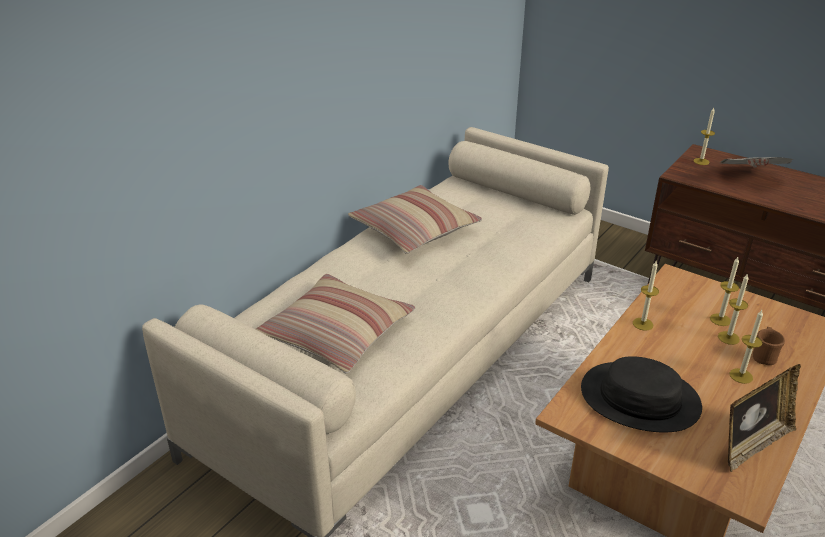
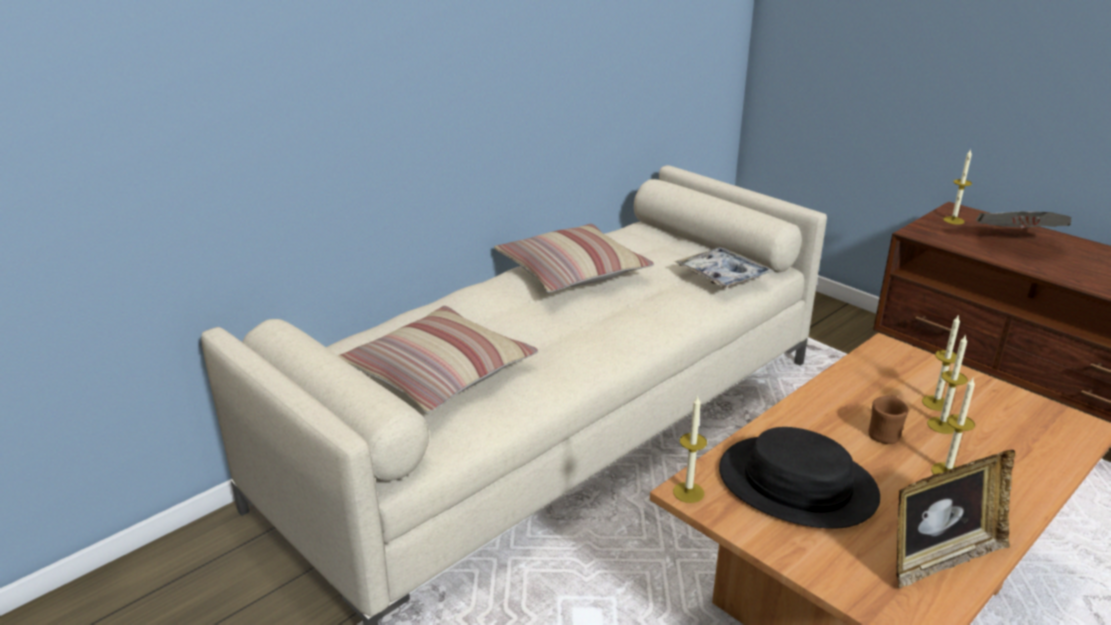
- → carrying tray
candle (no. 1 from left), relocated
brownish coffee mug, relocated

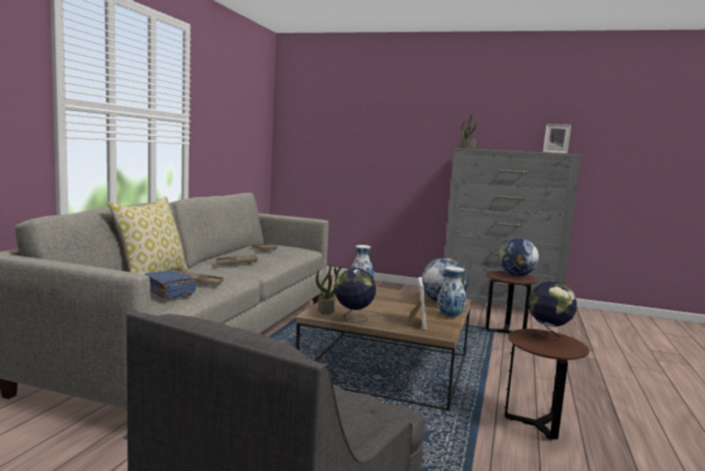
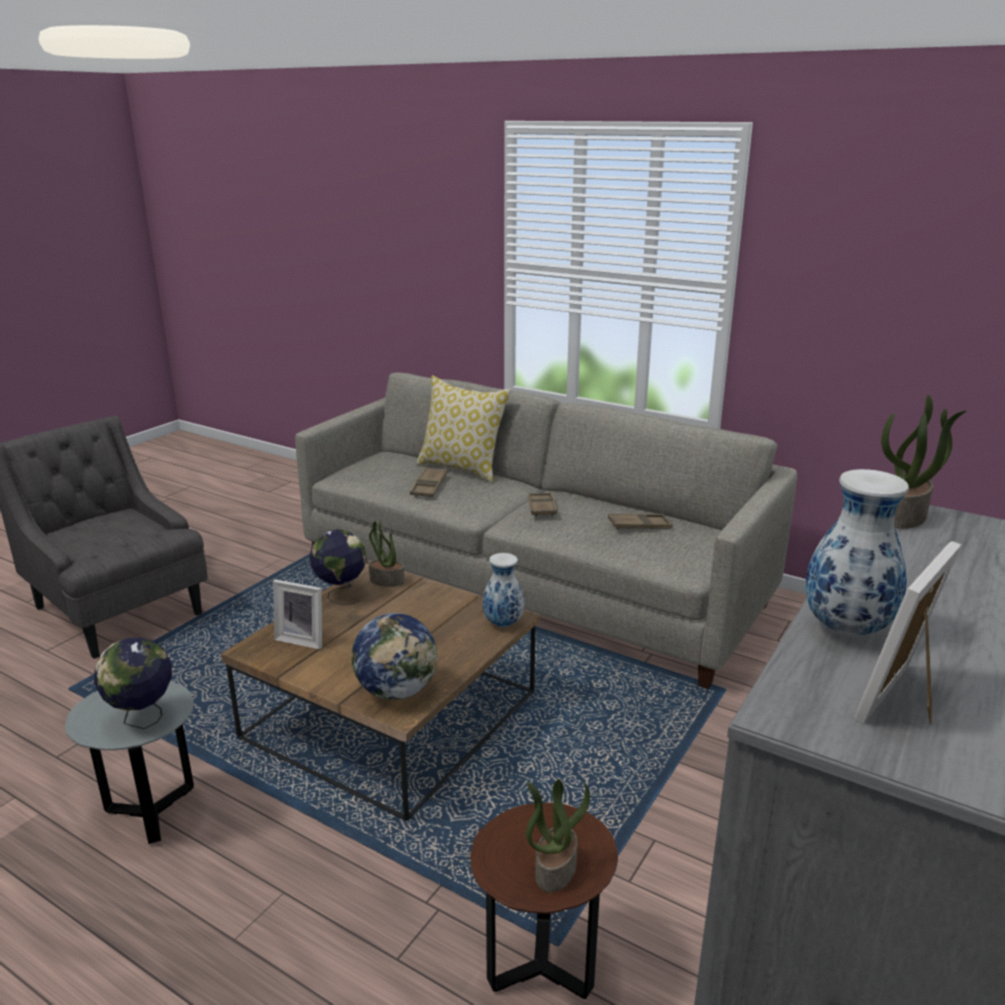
bluish bound book → -
vase (no. 2 from left), relocated
desk globe (no. 3 from left) → houseplant (no. 2 from left)
brownish end table (no. 2 from left) → grey end table

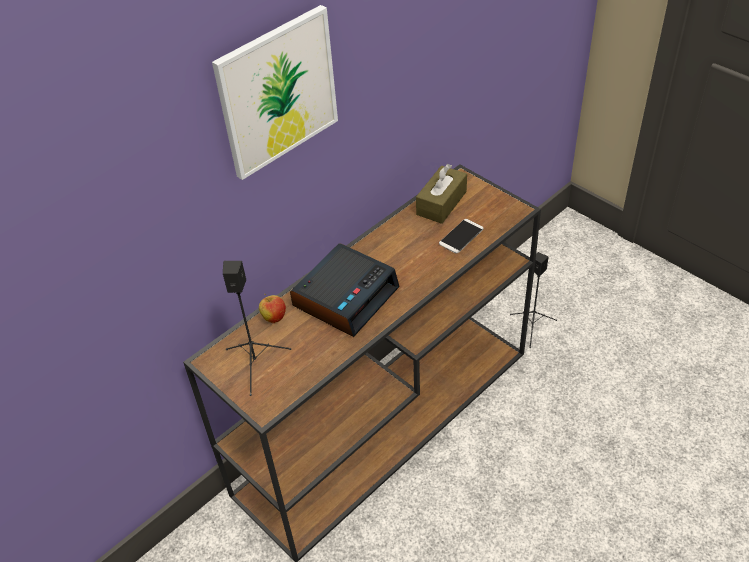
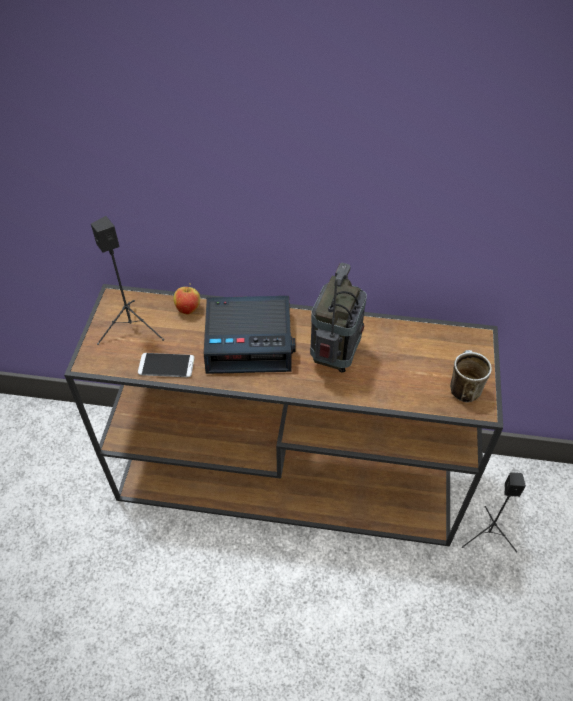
wall art → -
brownish box of tissues → -
- → radio receiver
- → coffee mug
phone, relocated

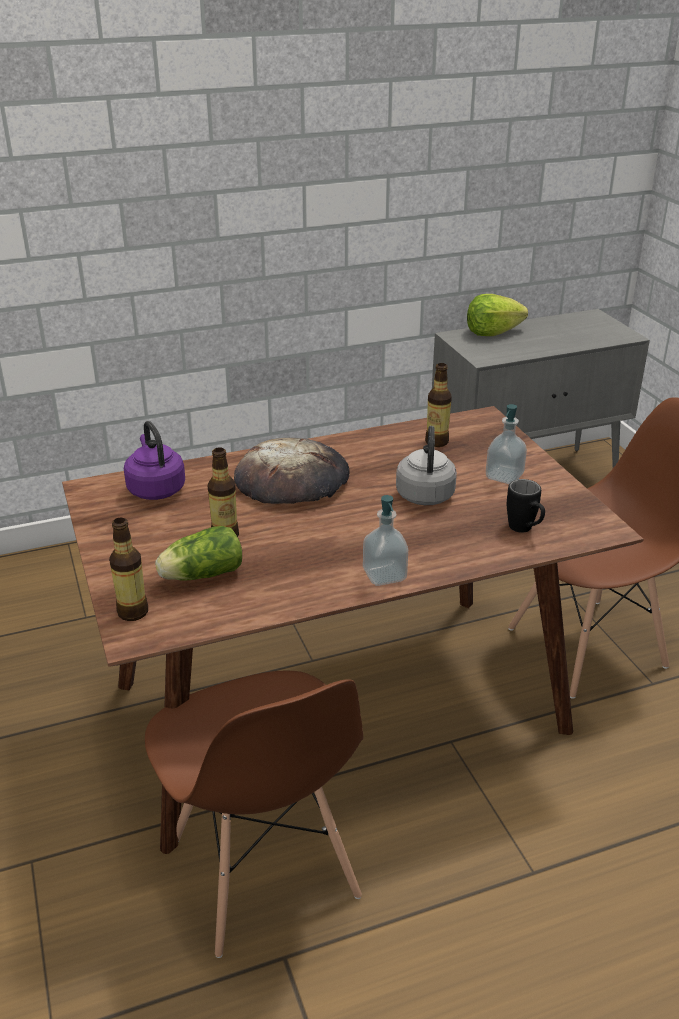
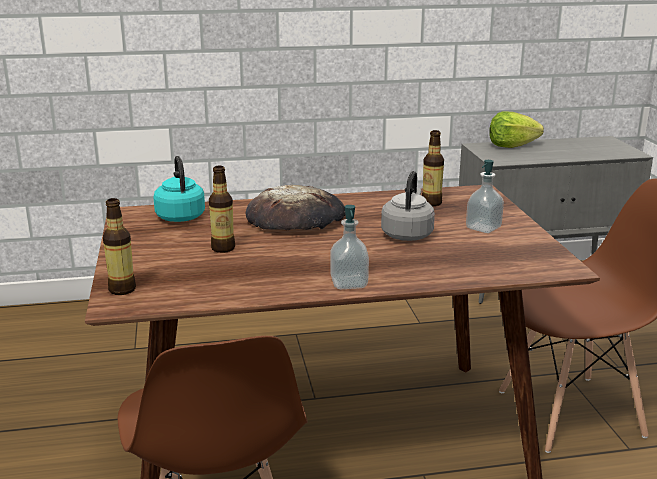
lettuce (no. 1 from left) → -
black-coloured coffee mug → -
purplish water kettle → blue-green water kettle

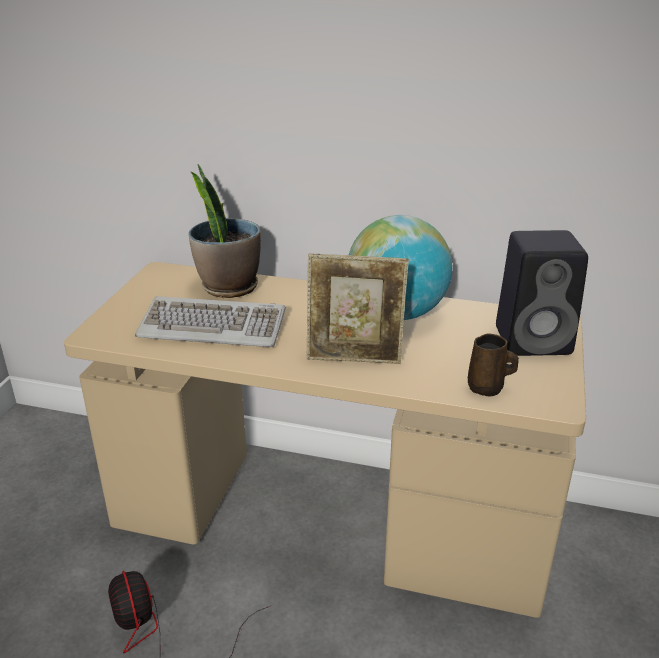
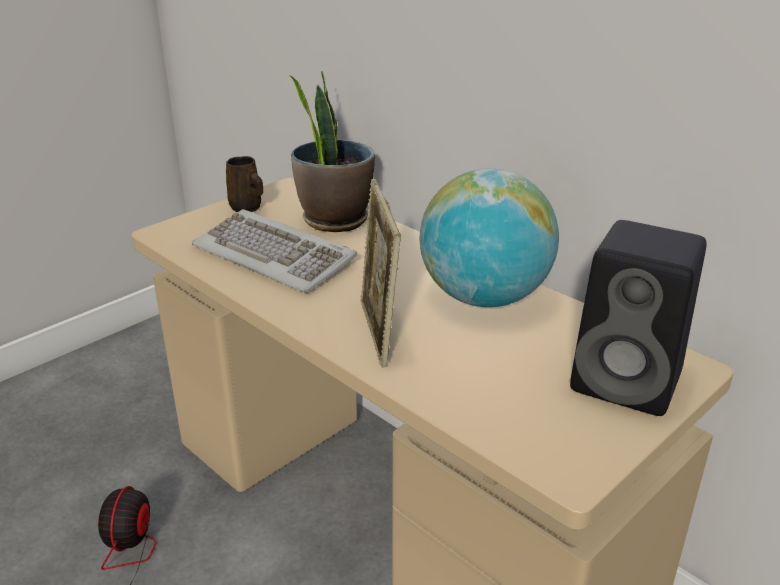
brownish coffee mug, relocated
standing frame, 45 degrees clockwise

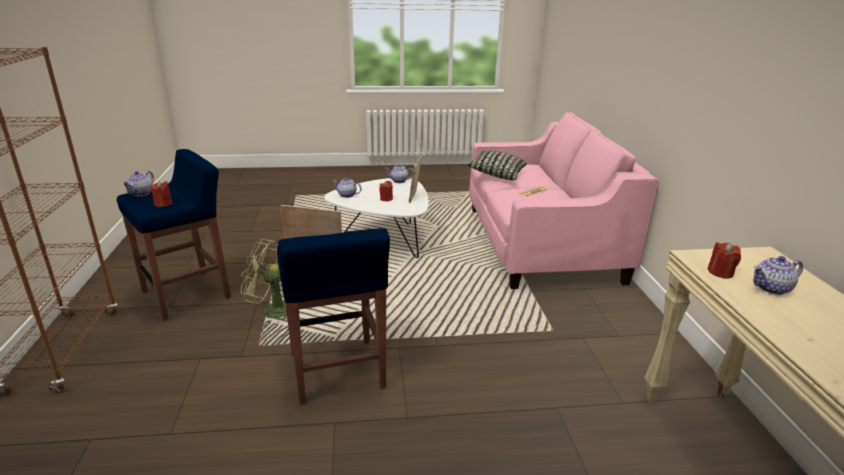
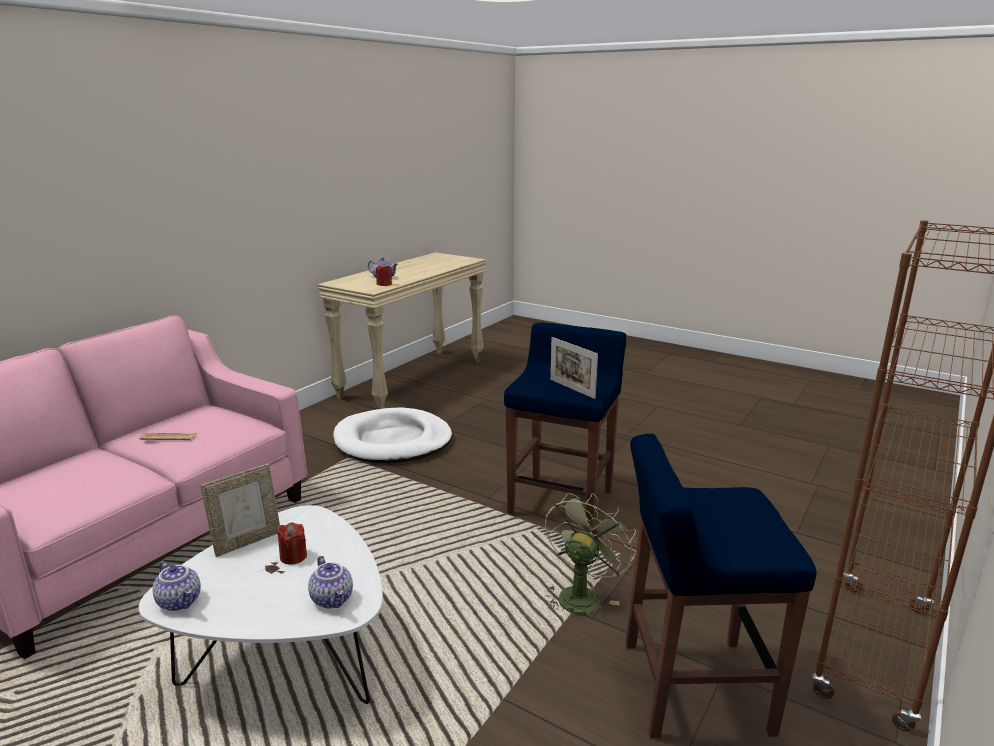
pot for tea (no. 1 from left) → -
reddish candle (no. 1 from left) → -
throw pillow → -
- → white-coloured pet bed
greenish cooling fan, 105 degrees counterclockwise

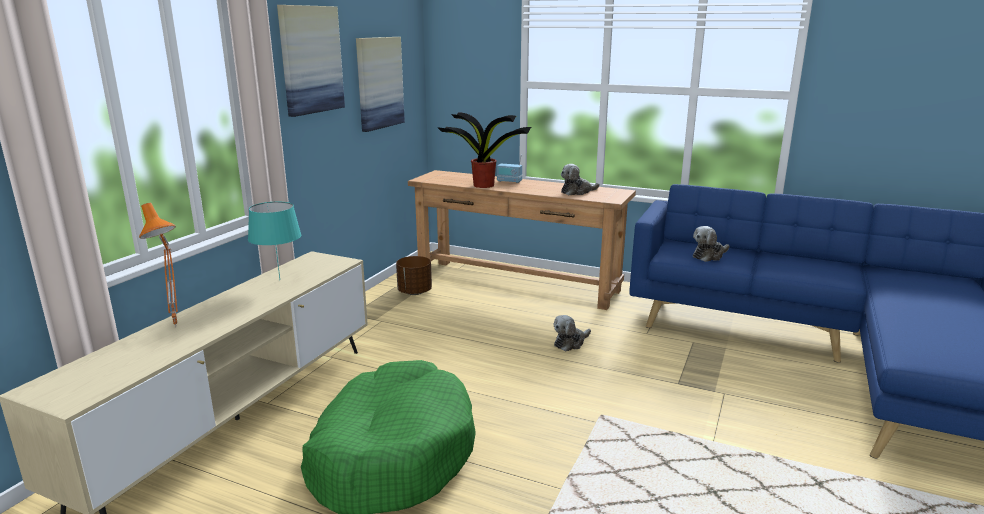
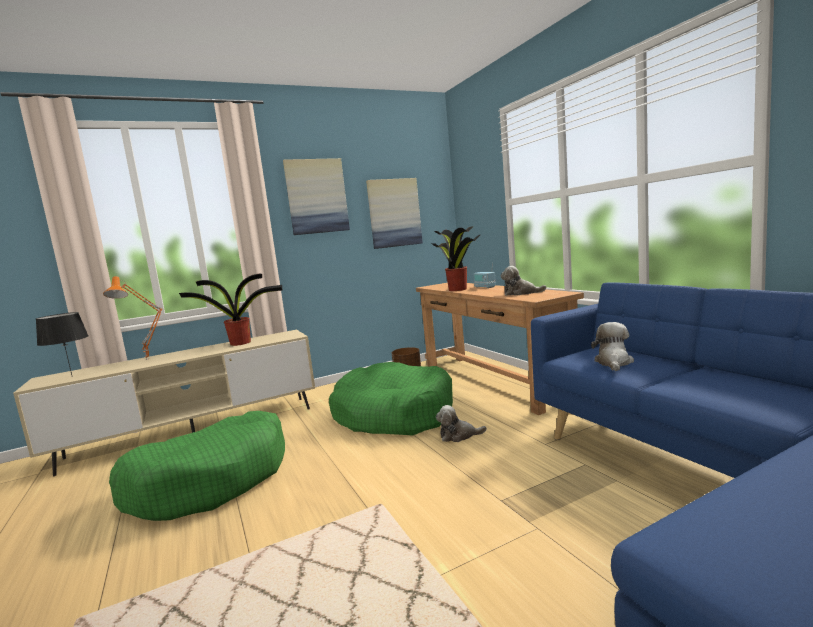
- → black-coloured tabletop lamp
- → greenish pet bed (no. 2 from left)
blue-green tabletop lamp → houseplant (no. 1 from left)
soft toy (no. 3 from left), 105 degrees clockwise

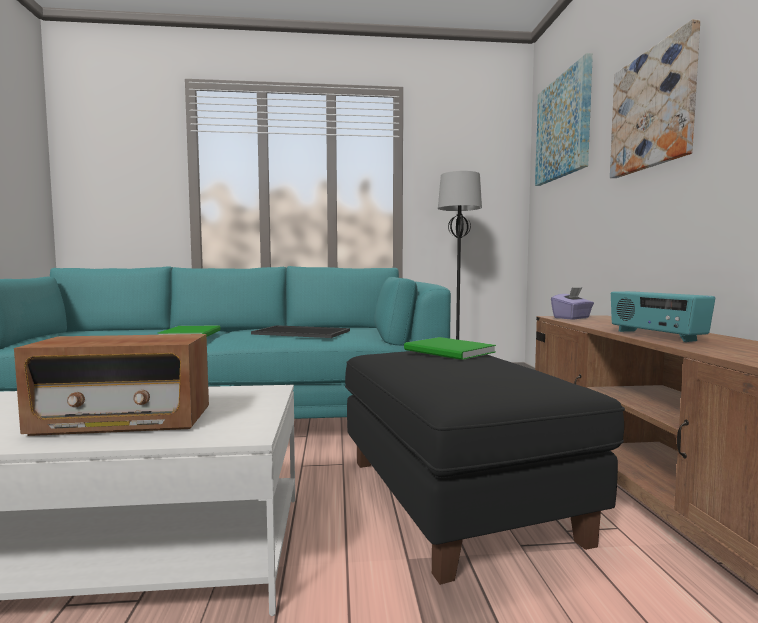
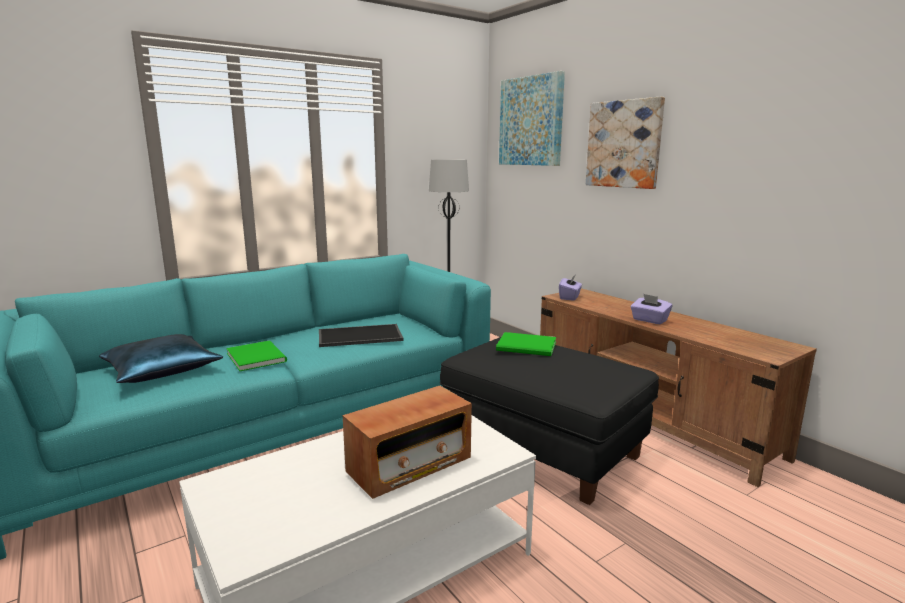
- → bluish throw pillow
radio receiver (no. 2 from left) → purplish box of tissues (no. 2 from left)

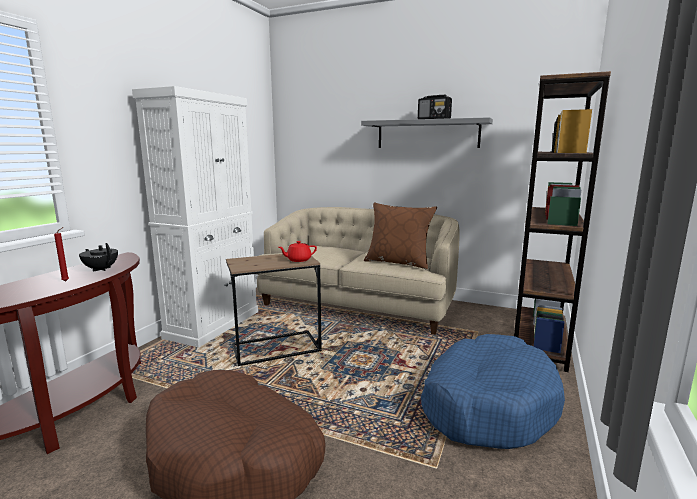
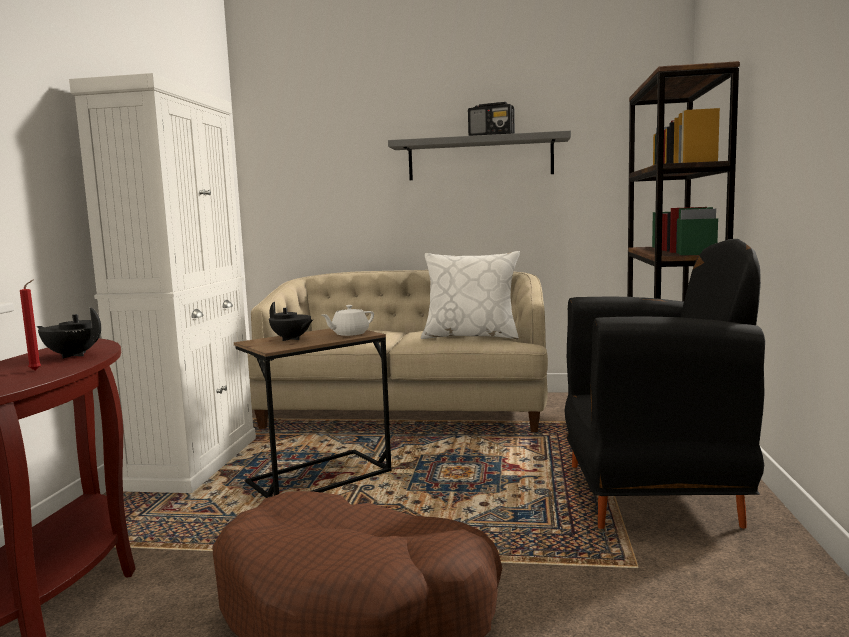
- → black-coloured pot for tea (no. 2 from left)
bluish pet bed → black-coloured armchair
reddish pot for tea → white-coloured pot for tea
brownish throw pillow → white-coloured throw pillow

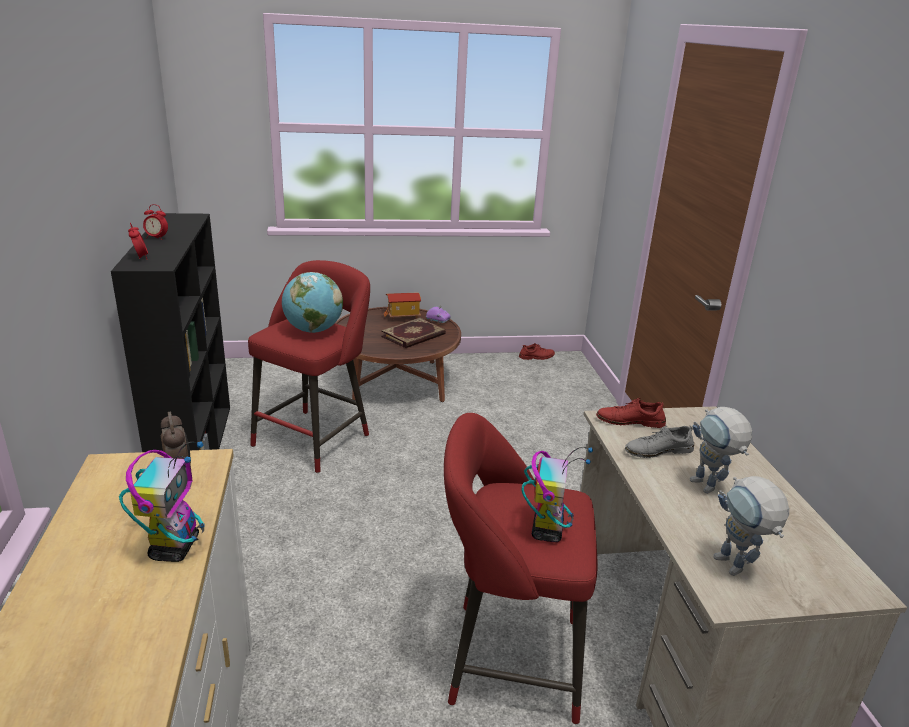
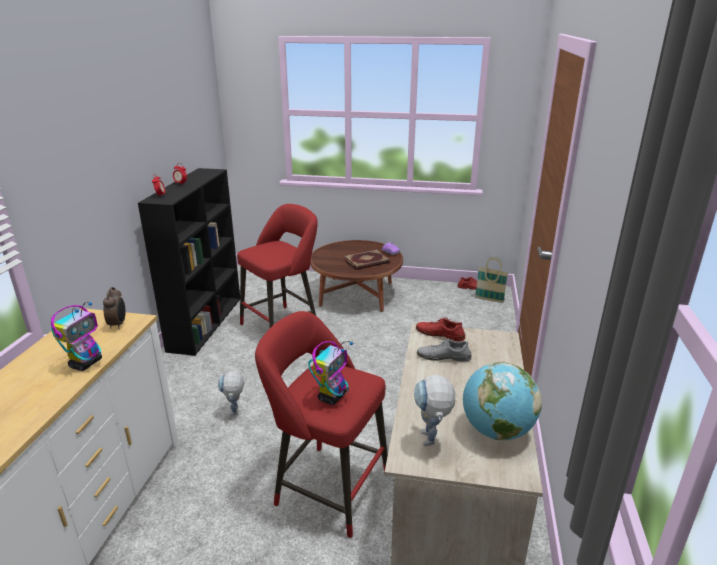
miniature house → -
- → storage basket
desk globe, relocated
model robot (no. 3 from left in the first image) → model robot (no. 2 from left), relocated

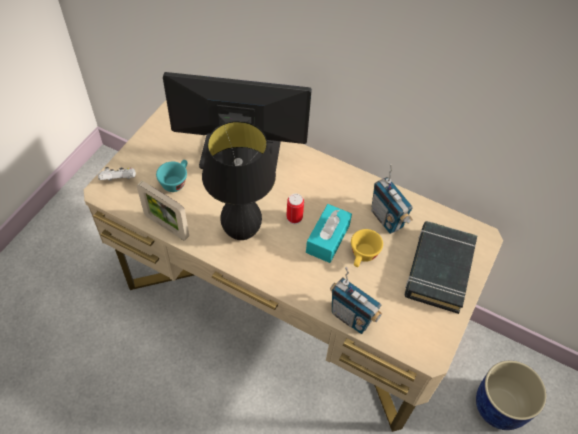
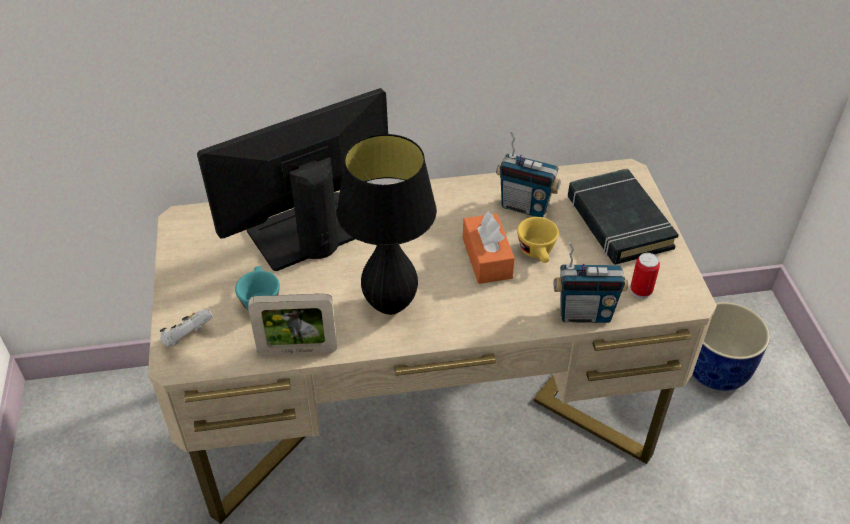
can, relocated
blue-green box of tissues → orange-coloured box of tissues

